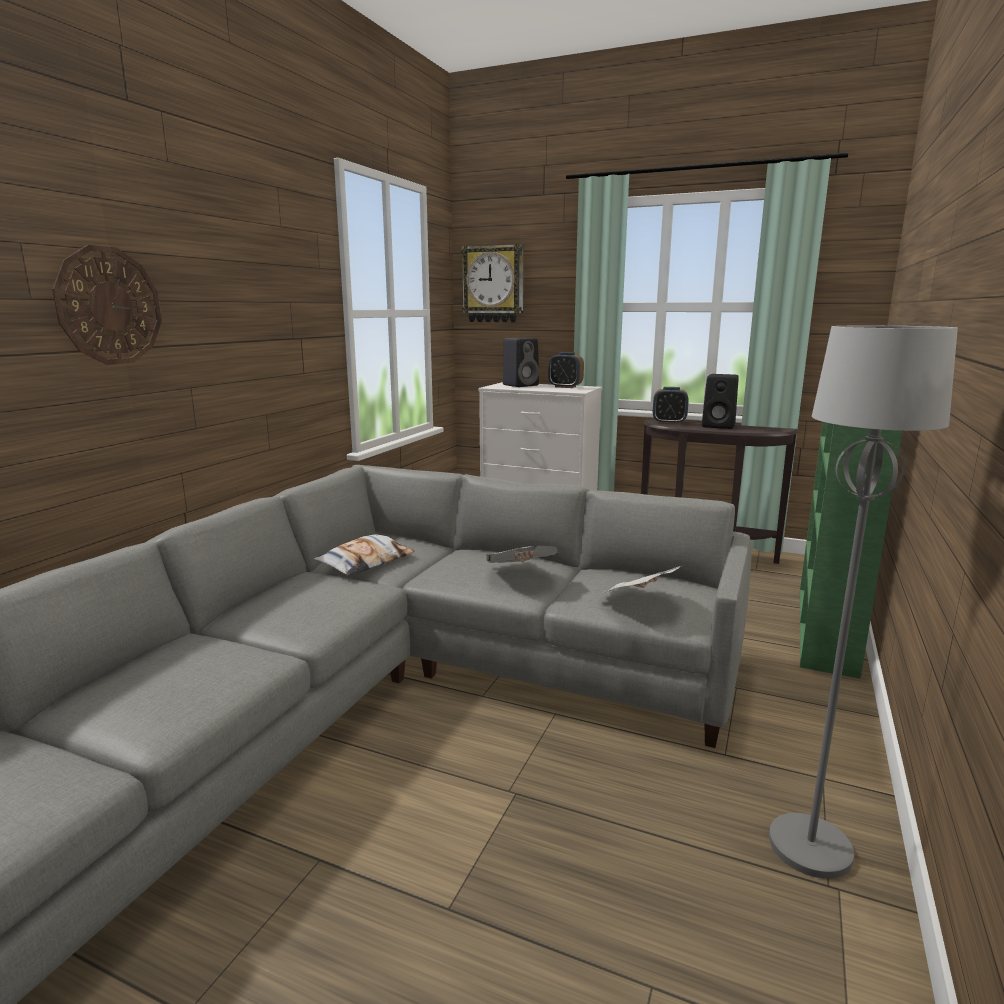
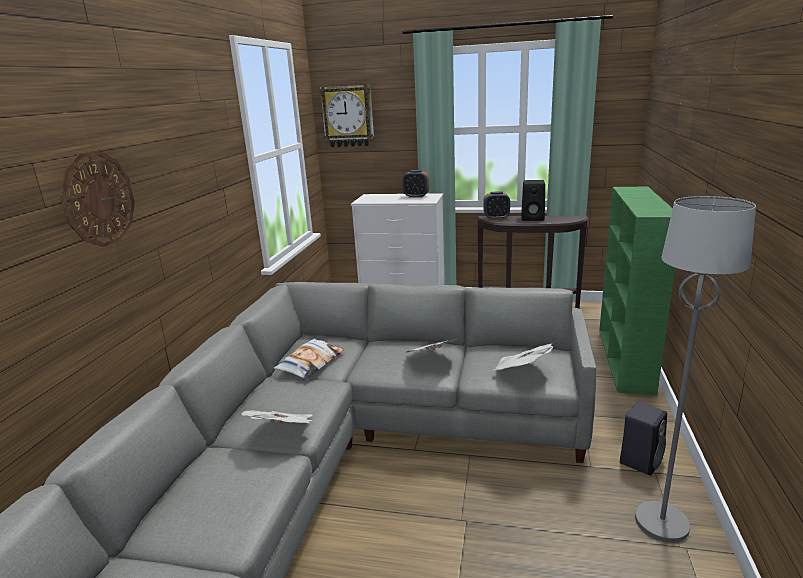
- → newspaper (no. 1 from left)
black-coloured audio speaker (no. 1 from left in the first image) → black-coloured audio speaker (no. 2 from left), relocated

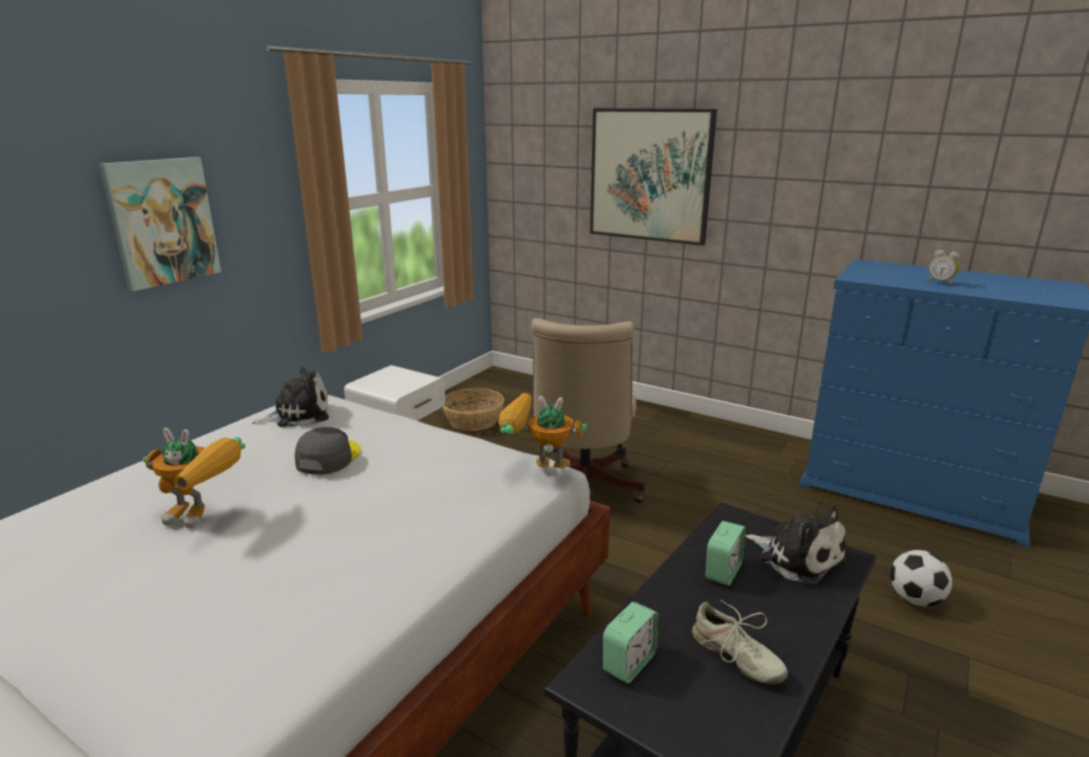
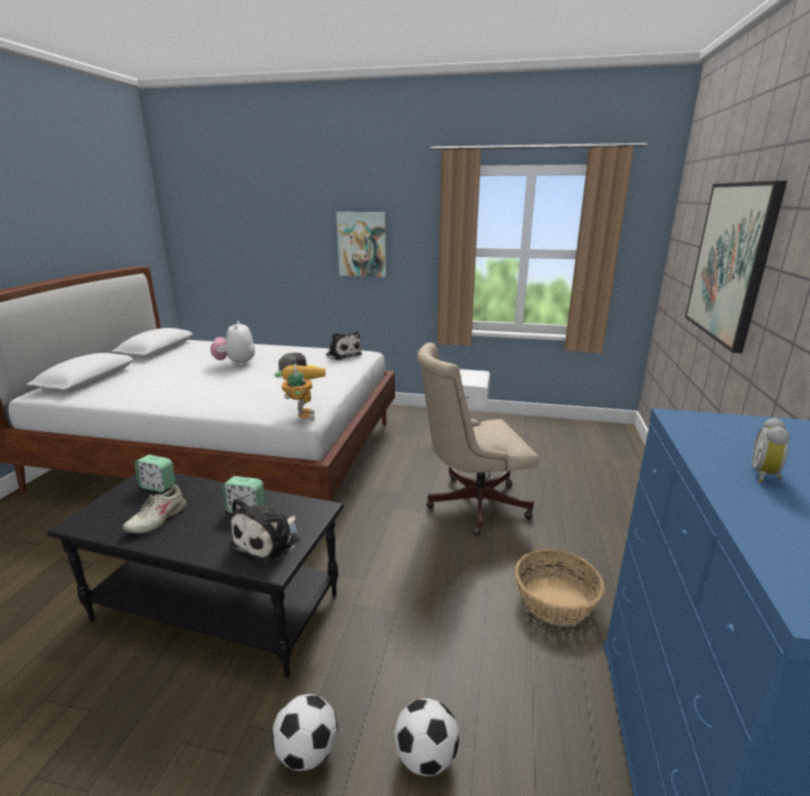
- → ball for football (no. 1 from left)
storage basket, relocated
model robot (no. 1 from left) → soft toy (no. 1 from left)

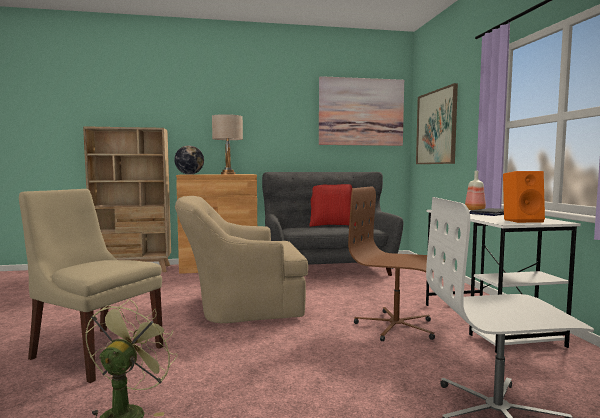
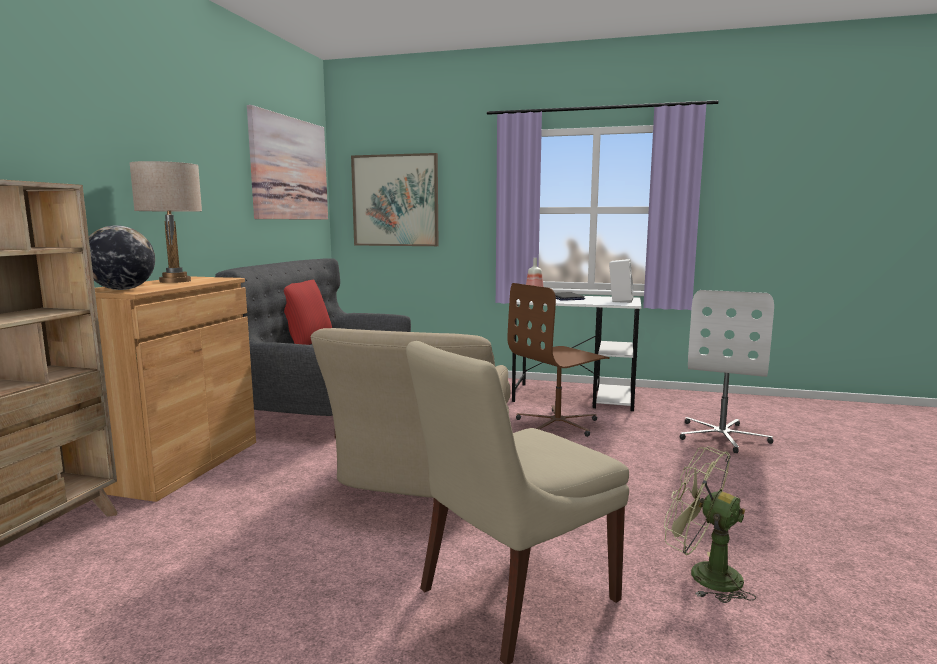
orange-coloured audio speaker → white-coloured audio speaker

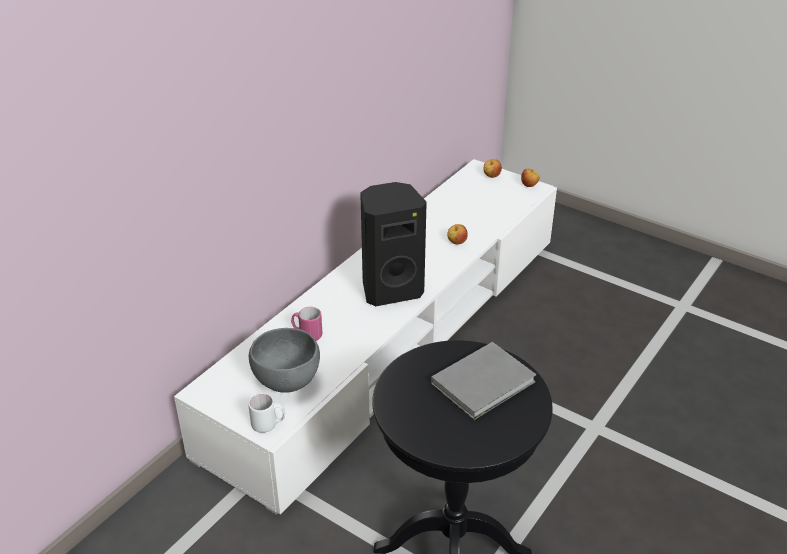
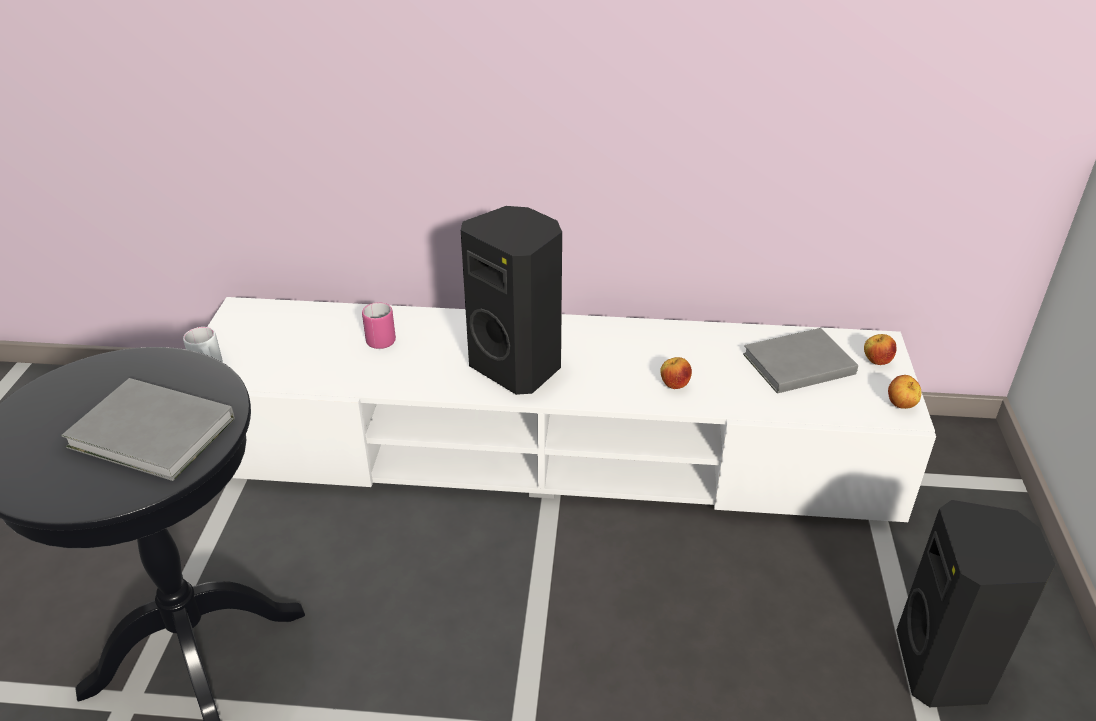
grey serving bowl → -
- → grey bound book (no. 2 from left)
- → black-coloured audio speaker (no. 2 from left)

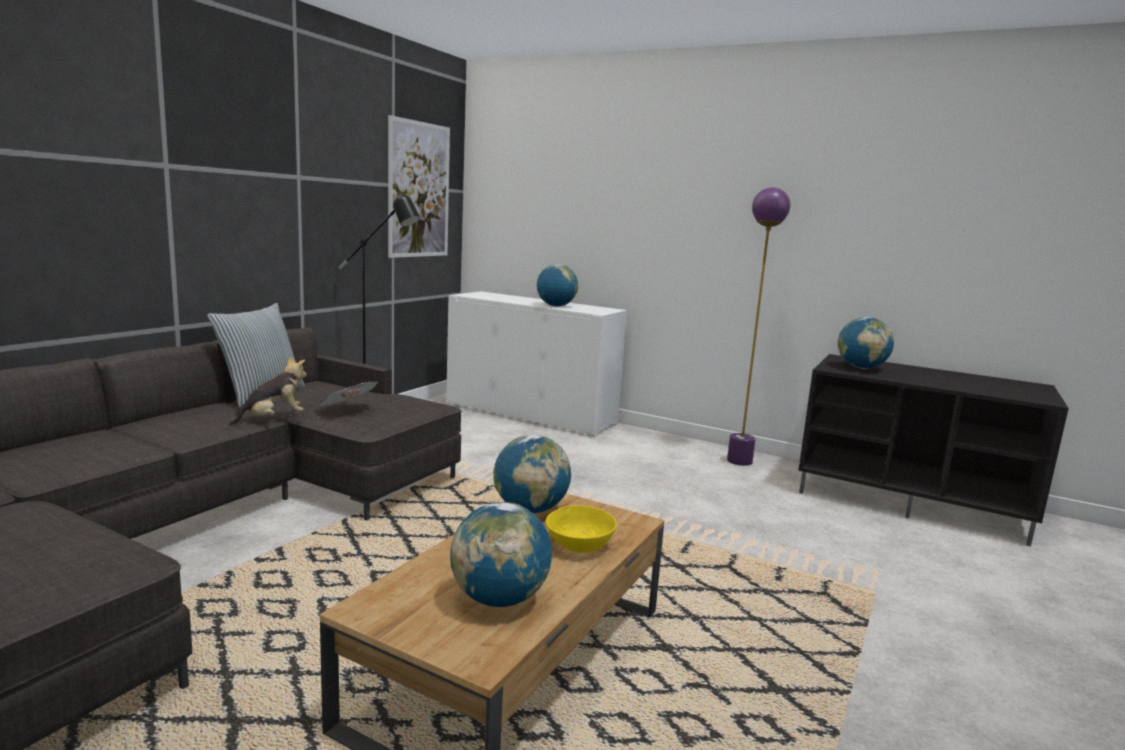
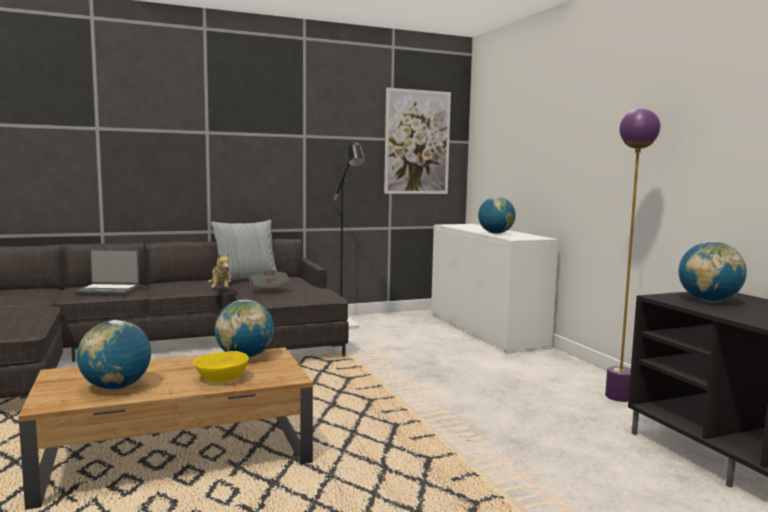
- → notebook computer
soft toy, 75 degrees clockwise

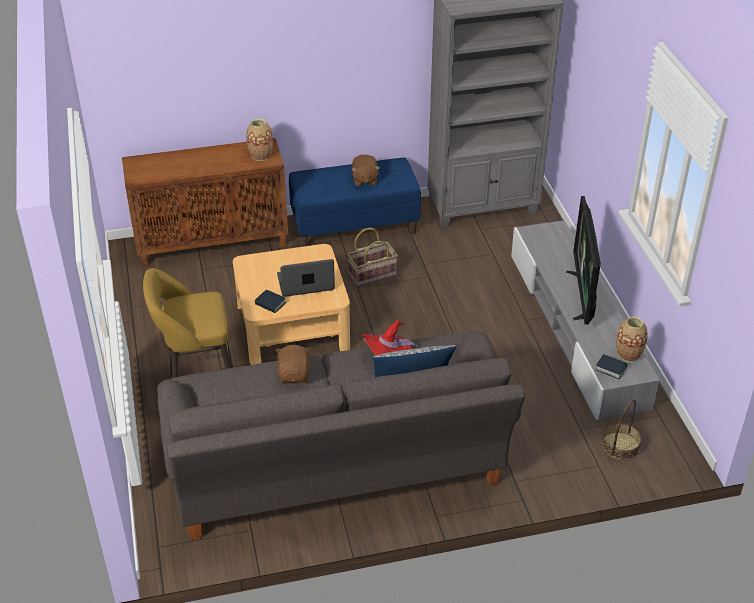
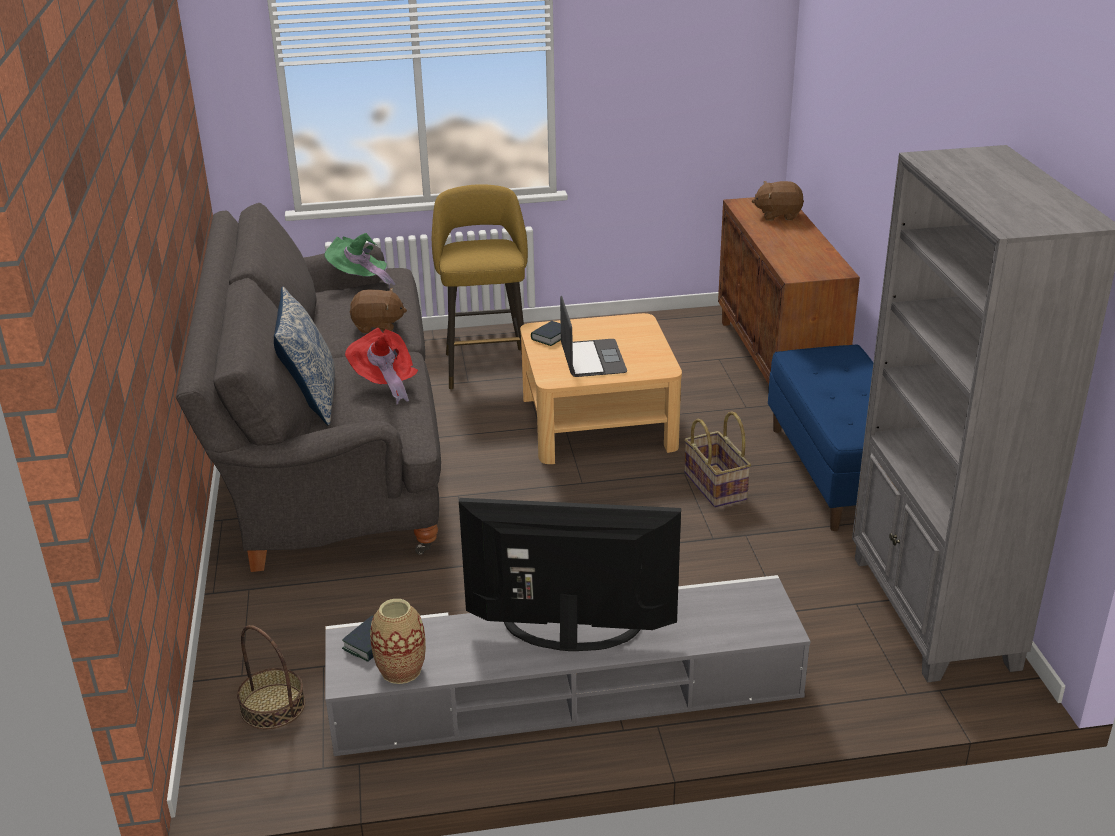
vase (no. 1 from left) → -
- → greenish wearable hat
brownish soft toy (no. 2 from left), relocated

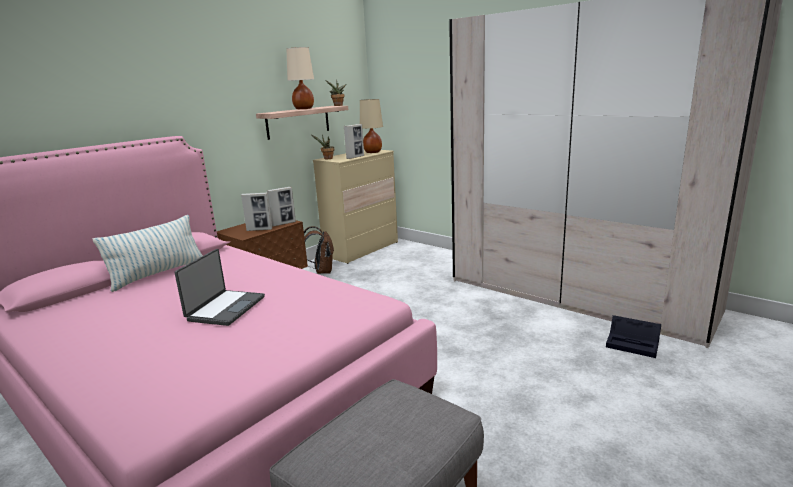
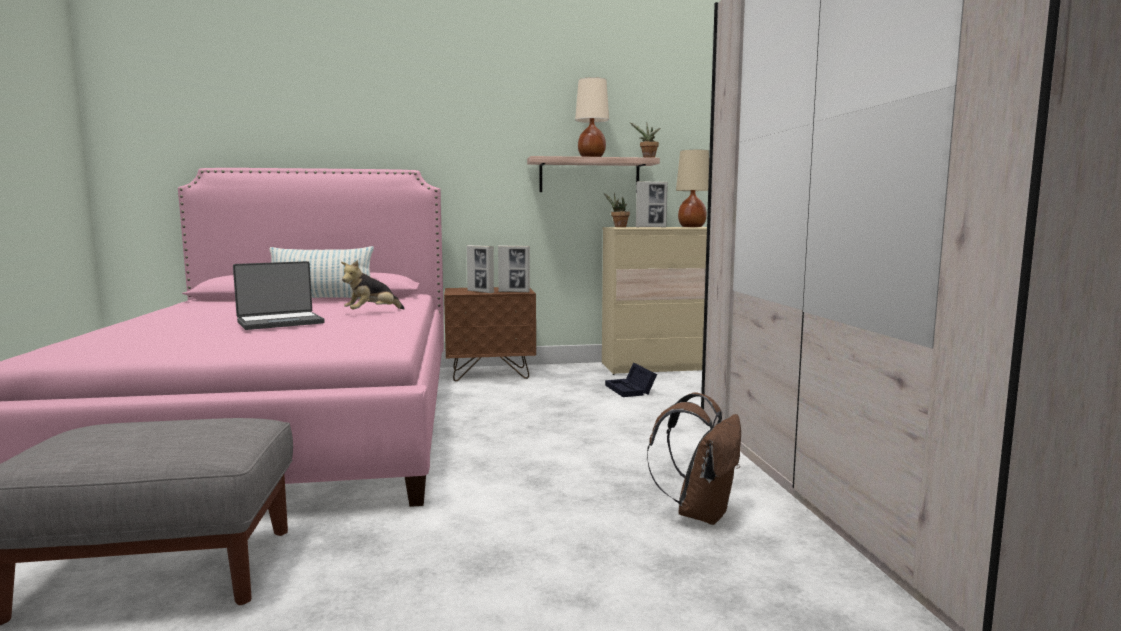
- → soft toy
brownish rucksack, relocated
black-coloured storage container, relocated

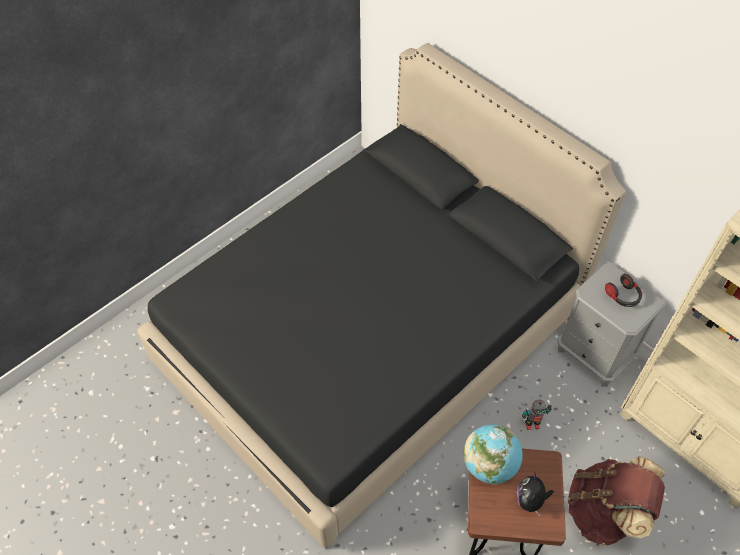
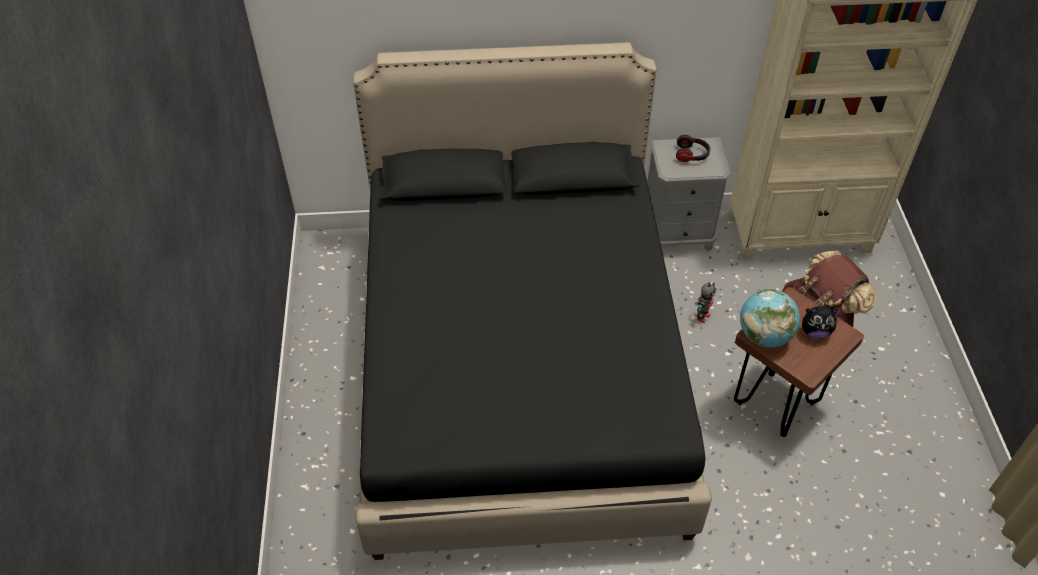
soft toy, 45 degrees counterclockwise

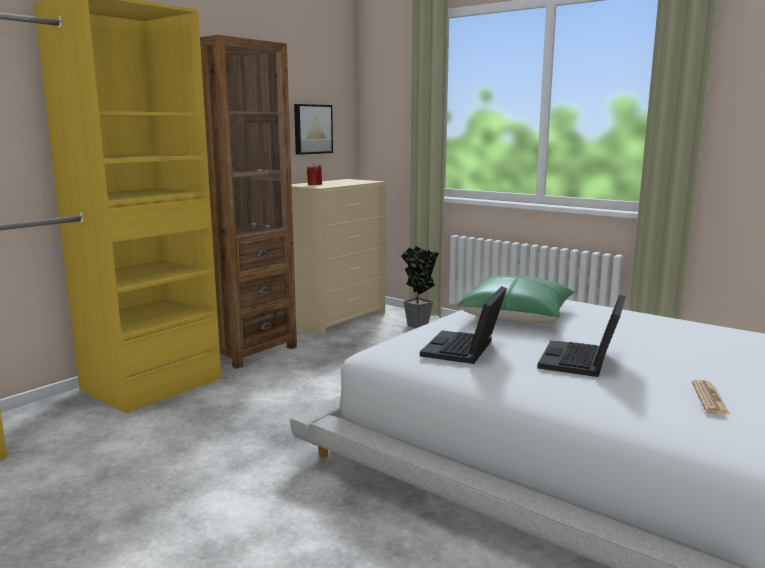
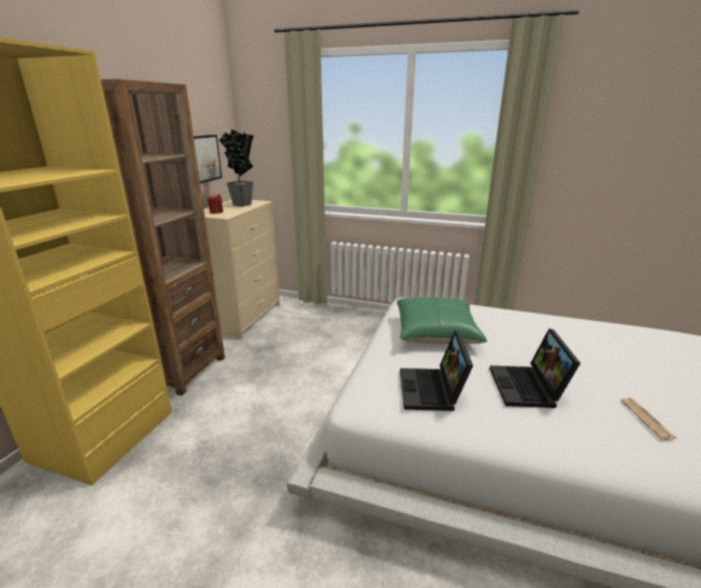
houseplant, relocated

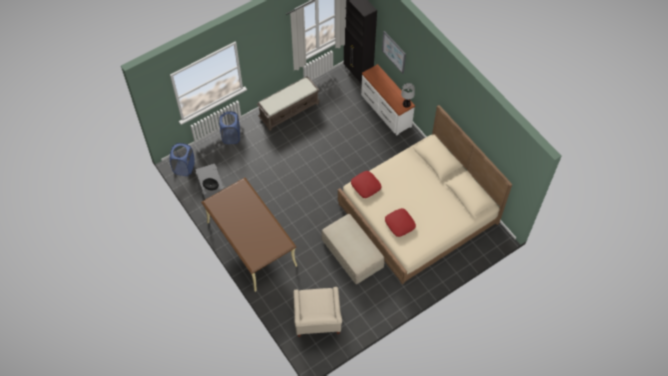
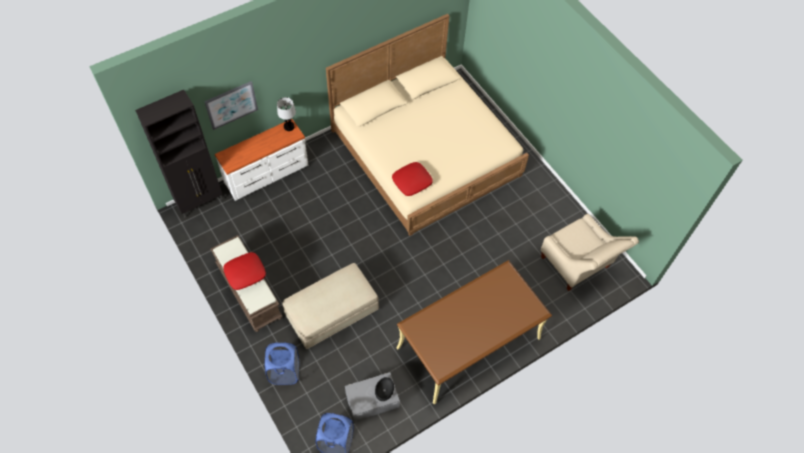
sand-coloured pouffe, relocated
reddish throw pillow (no. 2 from left in the first image) → reddish throw pillow (no. 1 from left), relocated
sand-coloured armchair, 60 degrees clockwise

